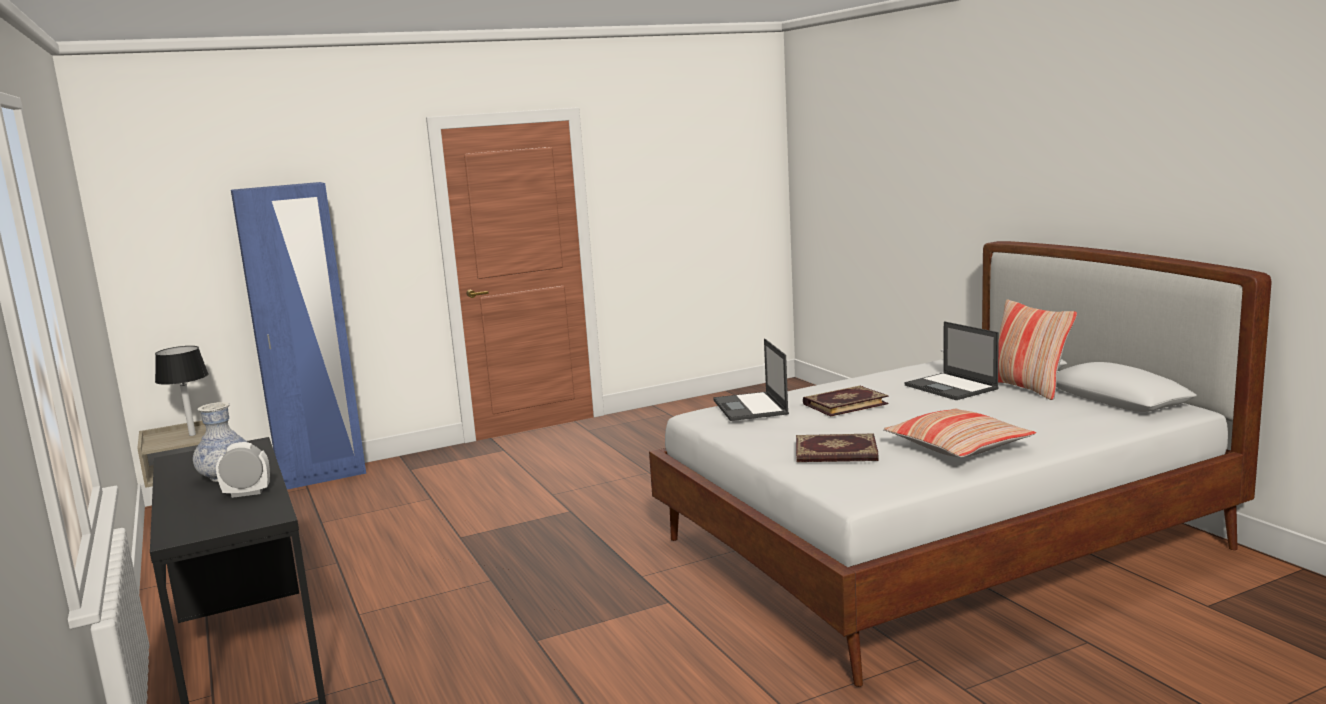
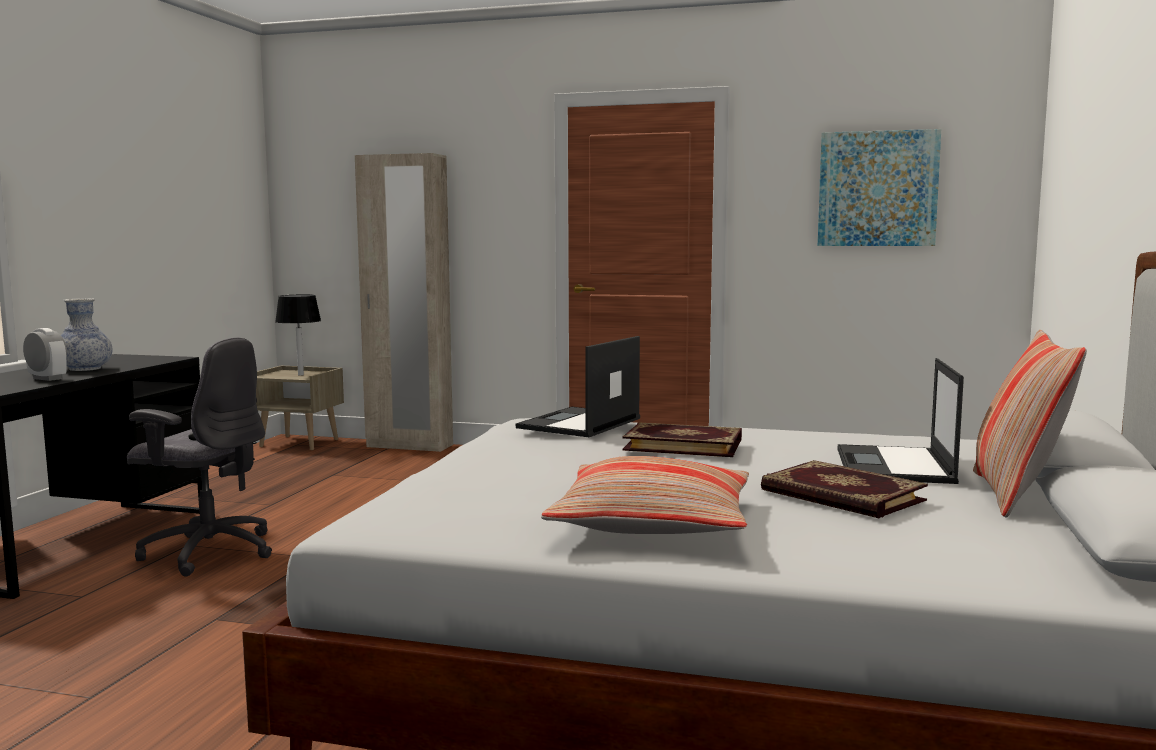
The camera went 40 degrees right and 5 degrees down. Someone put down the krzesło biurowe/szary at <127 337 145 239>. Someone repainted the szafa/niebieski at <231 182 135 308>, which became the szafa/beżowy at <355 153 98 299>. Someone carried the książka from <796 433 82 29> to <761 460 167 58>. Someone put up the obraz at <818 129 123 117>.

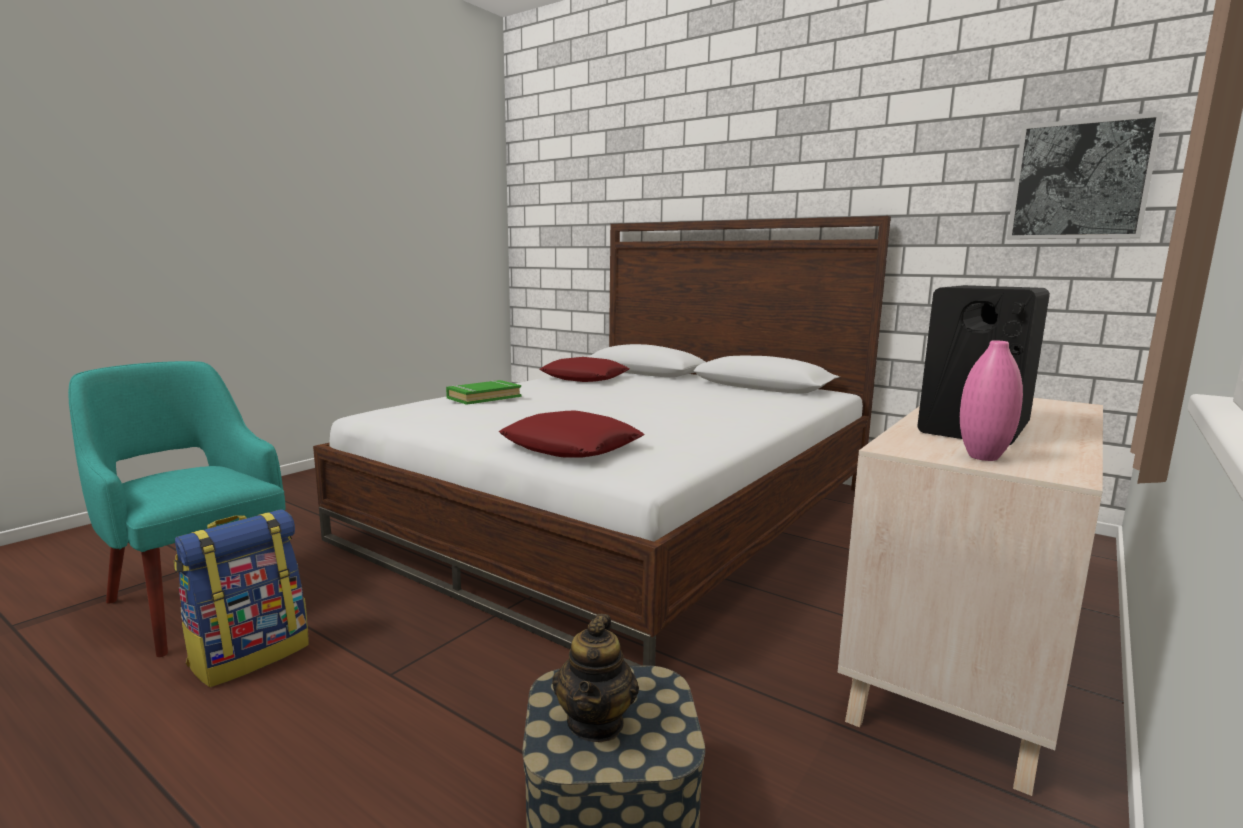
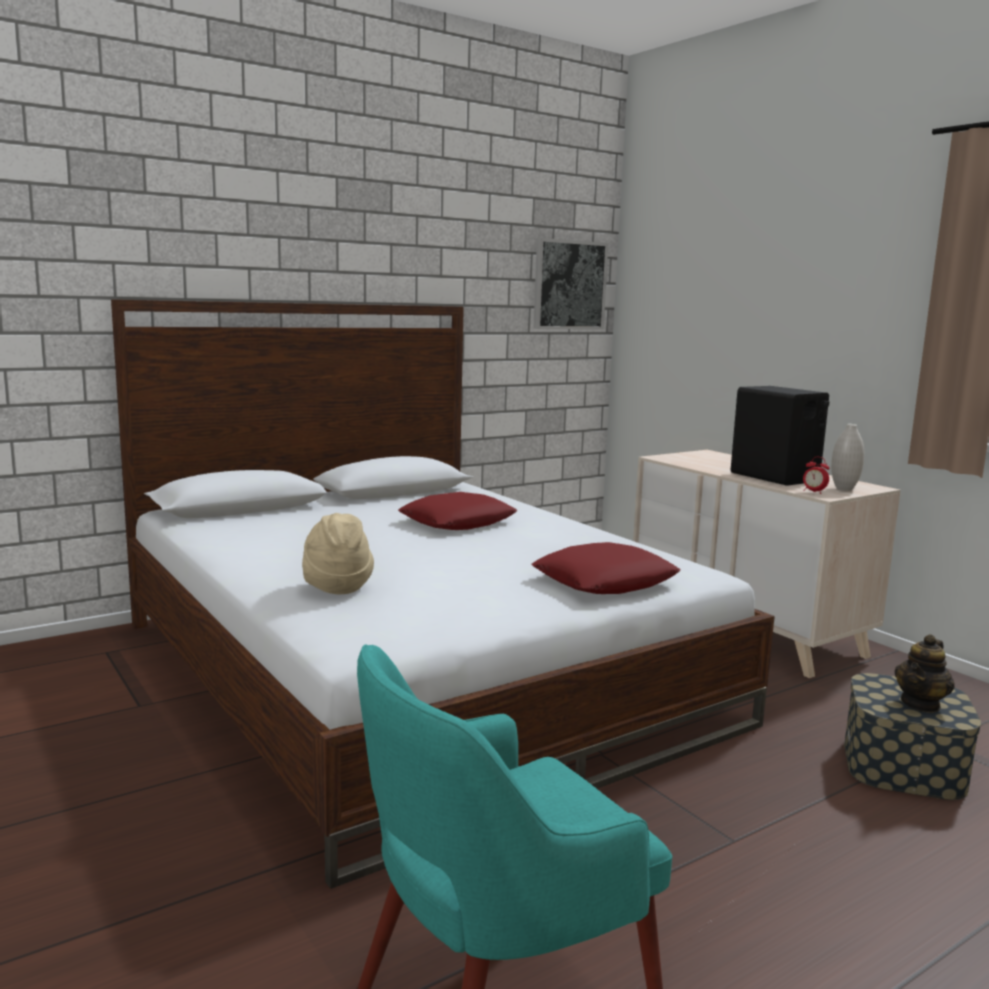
The camera went 70 degrees left and 0 degrees up. Someone swapped the książka/zielony at <446 380 75 25> for the kapelusz/beżowy at <302 513 72 81>. Someone carried the poduszka/czerwony from <540 357 90 25> to <398 492 120 38>. Someone put down the budzik at <803 457 27 37>. Someone repainted the wazon/różowy at <960 340 63 121>, which became the wazon/biały at <831 424 33 67>. Someone rotated the imbryk at <552 614 87 128> by 105 degrees clockwise. Someone took away the plecak at <174 510 135 177>.

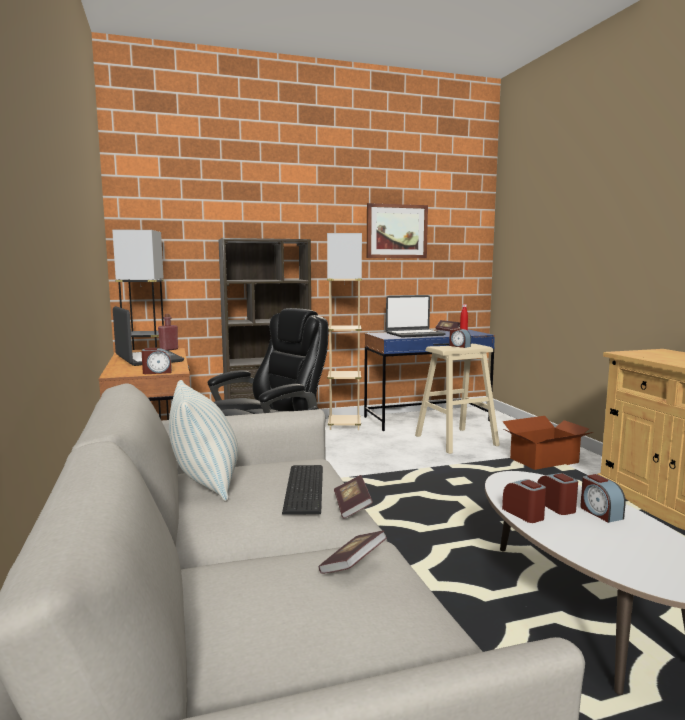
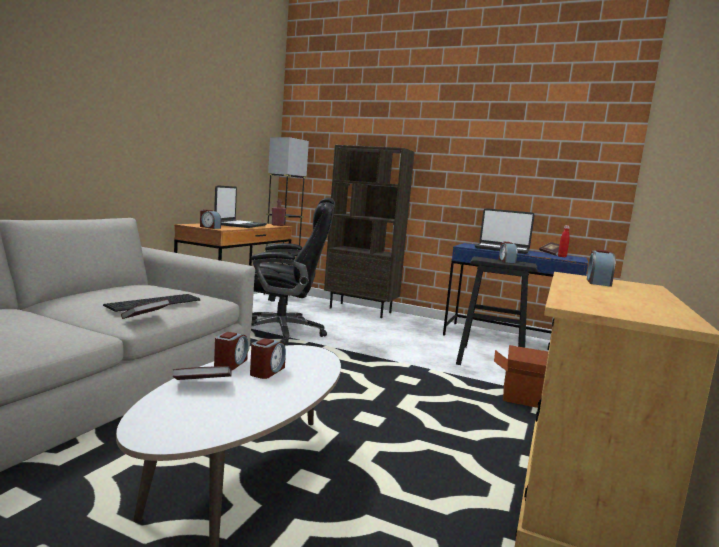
The camera went 40 degrees right and 0 degrees up. Someone carried the książka from <318 530 69 44> to <172 366 60 14>. Someone repainted the stołek/beżowy at <415 344 85 110>, which became the stołek/czarny at <456 256 82 109>. Someone carried the budzik from <580 474 46 49> to <587 249 29 38>. Someone took away the poduszka at <169 380 69 122>. Someone took away the lampa stojąca/beżowy at <327 233 35 197>. Someone took away the obraz at <367 203 61 55>.

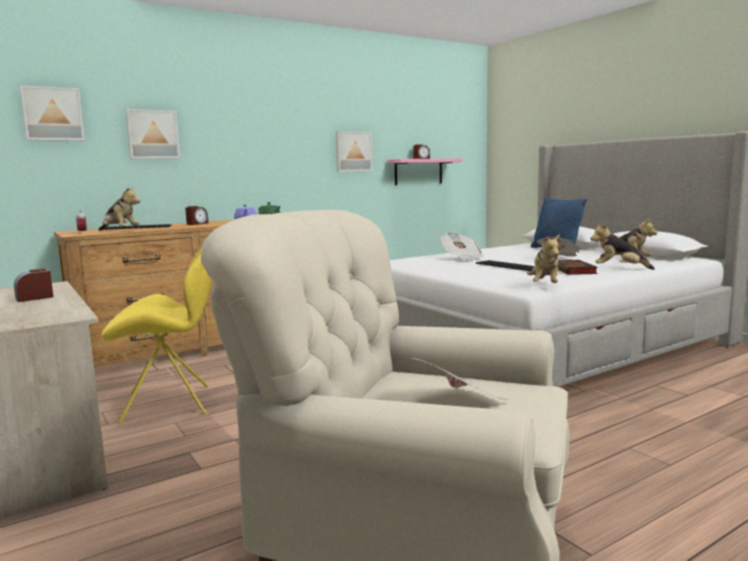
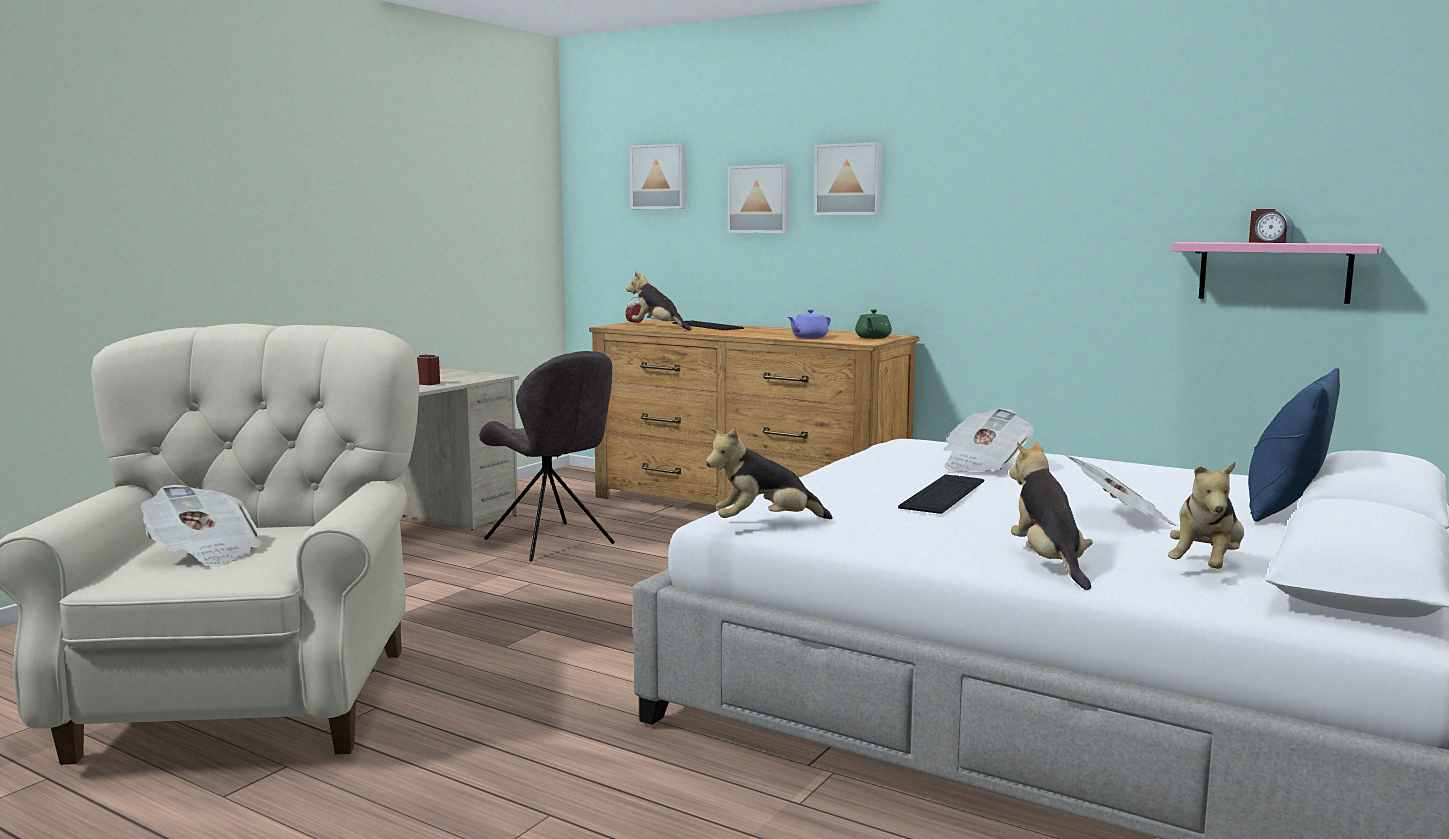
The camera went 65 degrees right and 0 degrees up. Someone repainted the krzesło/żółty at <102 248 110 176>, which became the krzesło/szary at <480 351 135 211>. Someone rotated the pluszak at <99 187 41 44> by 120 degrees clockwise. Someone carried the obraz from <335 131 37 41> to <814 142 69 73>. Someone took away the budzik at <185 206 24 19>. Someone took away the książka at <558 260 40 15>.

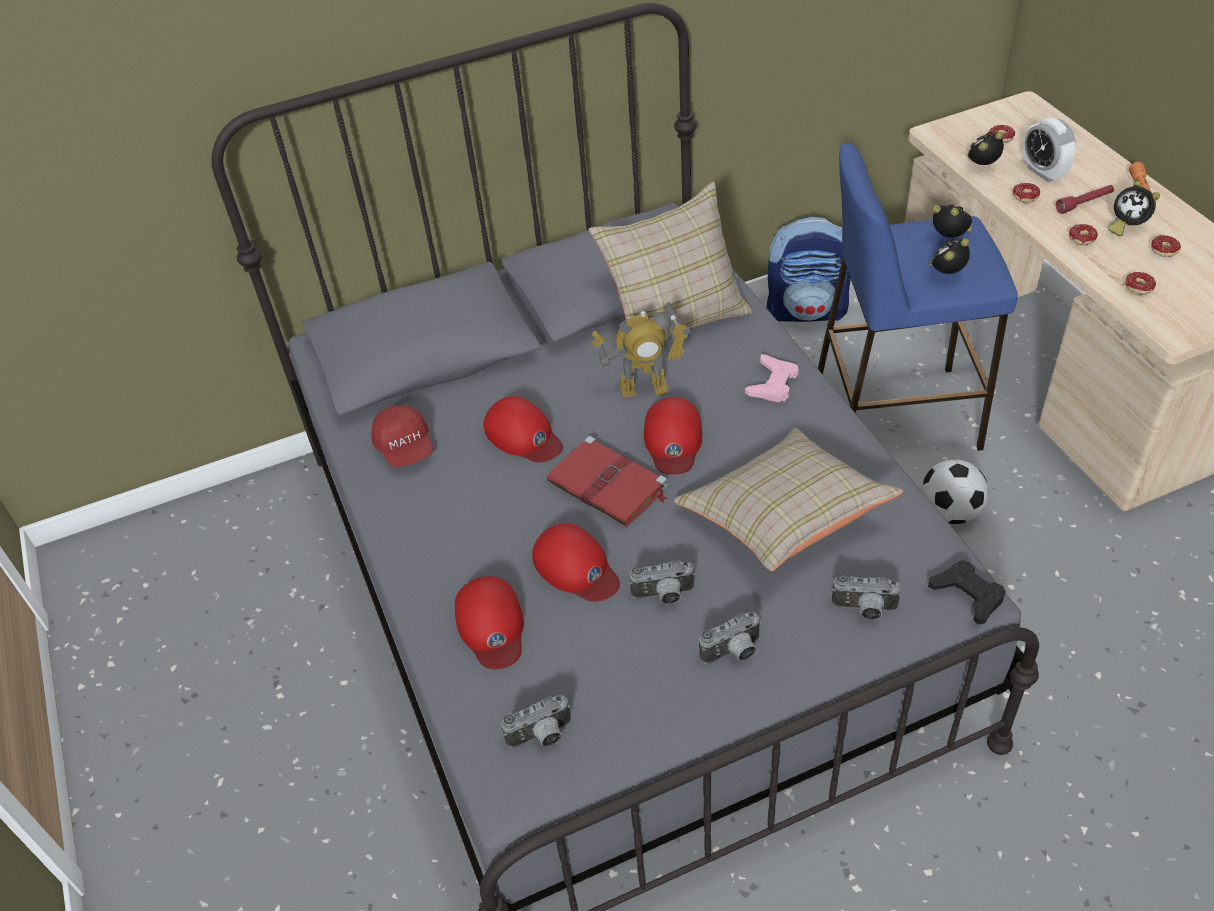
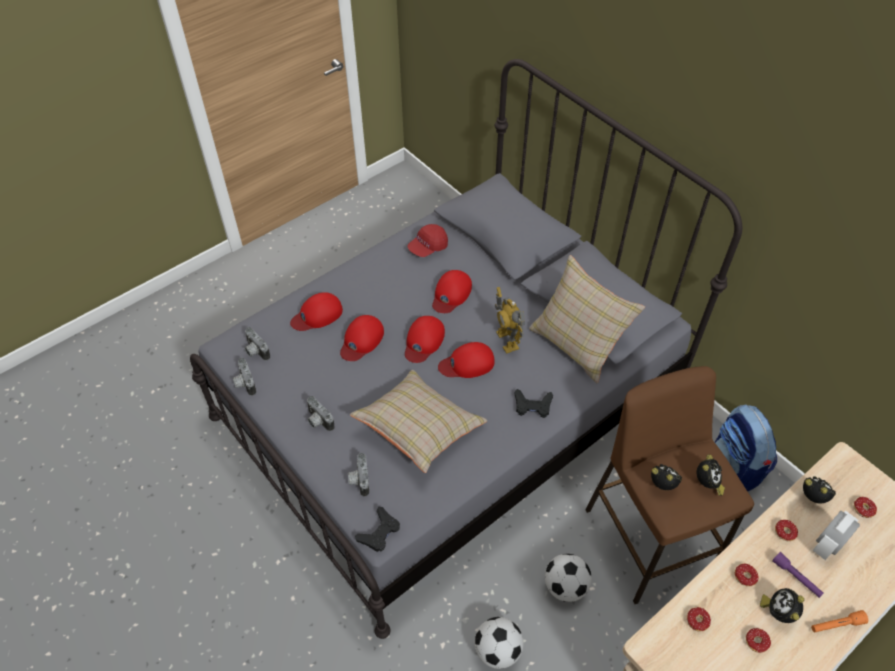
The camera went 70 degrees right and 5 degrees up. Someone carried the aparat fotograficzny from <630 560 65 45> to <232 358 24 38>. Someone swapped the książka/czerwony at <547 436 121 90> for the czapka z daszkiem/czerwony at <405 316 40 47>. Someone put down the piłka futbolowa at <475 617 48 52>. Someone repainted the pad do gier/różowy at <745 354 54 49>, which became the pad do gier/czarny at <514 389 39 29>. Someone repainted the stołek/niebieski at <818 143 200 308>, which became the stołek/brązowy at <586 366 168 238>. Someone repainted the latarka/czerwony at <1056 185 58 29>, which became the latarka/fioletowy at <772 552 52 46>.

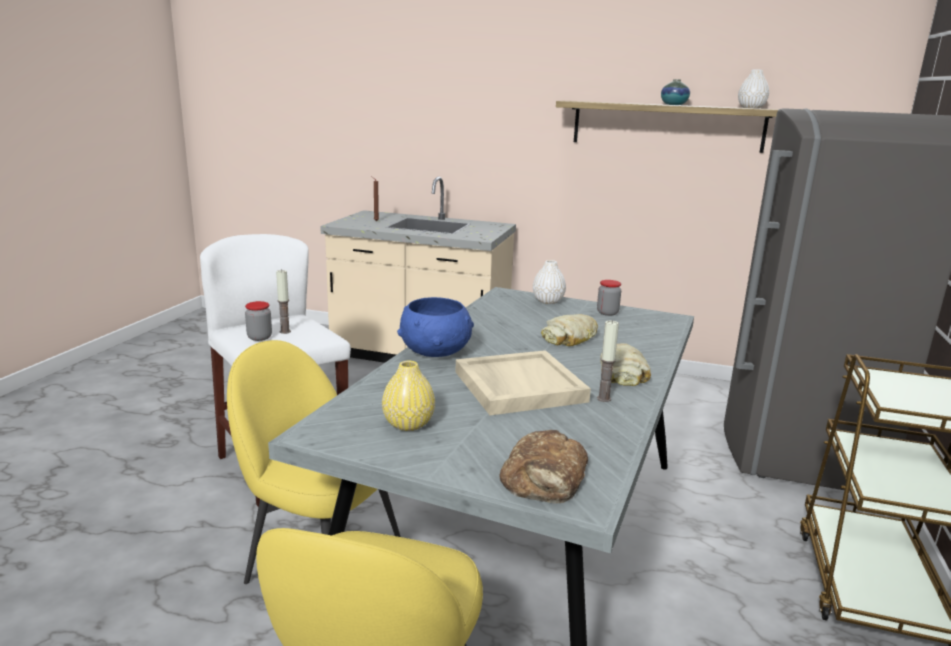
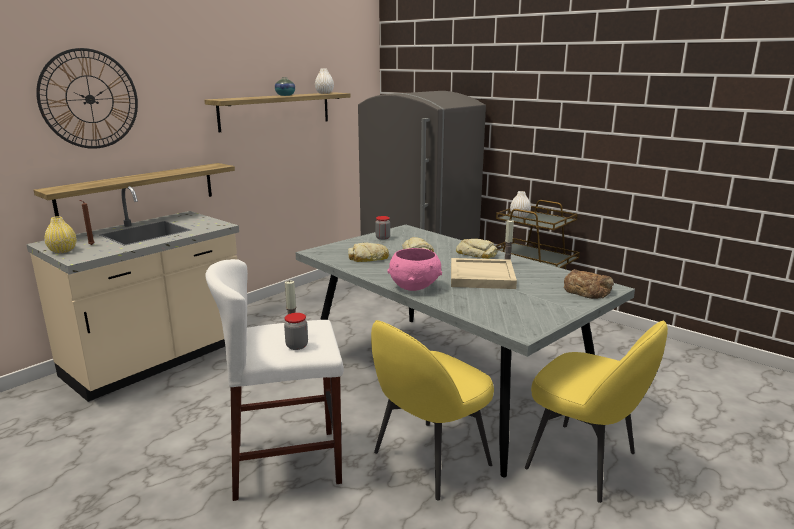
The camera went 65 degrees left and 0 degrees up. Someone put up the półka at <34 163 201 54>. Someone put up the zegar ścienny at <36 48 102 101>. Someone carried the wazon/żółty from <382 361 53 70> to <44 216 33 37>. Someone put down the chleb at <348 243 41 19>. Someone repainted the miska/niebieski at <397 297 77 60>, which became the miska/różowy at <387 248 55 43>. Someone carried the wazon/biały from <533 260 33 44> to <510 191 21 27>.

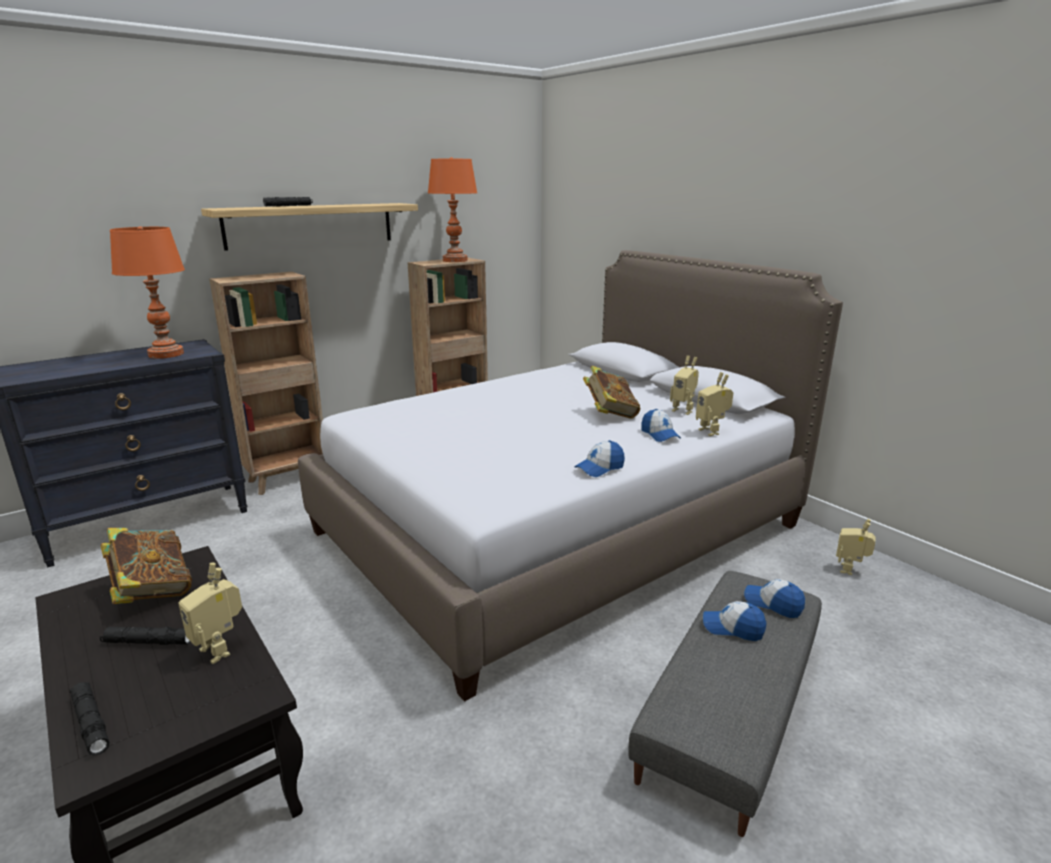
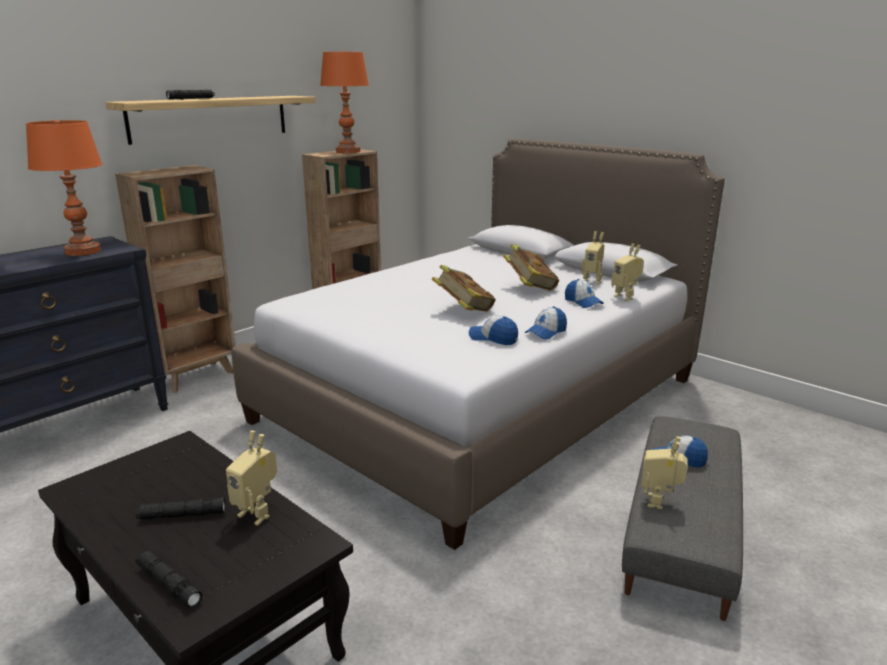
The camera went 10 degrees left and 0 degrees up. Someone carried the książka from <101 528 91 76> to <432 265 64 47>. Someone carried the czapka z daszkiem from <744 579 61 39> to <469 315 49 30>. Someone carried the robot zabawkowy from <836 519 40 56> to <642 436 46 73>.

